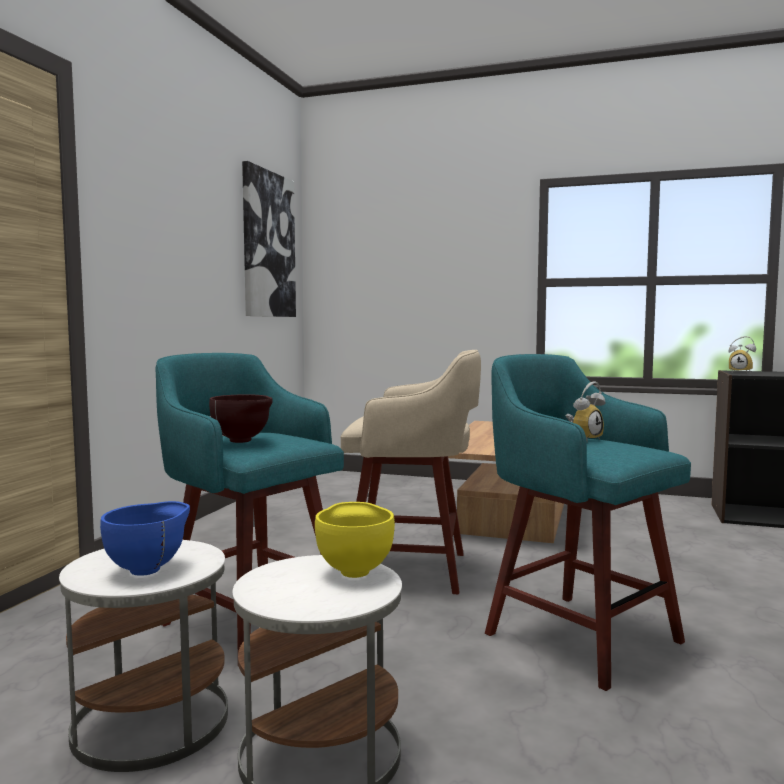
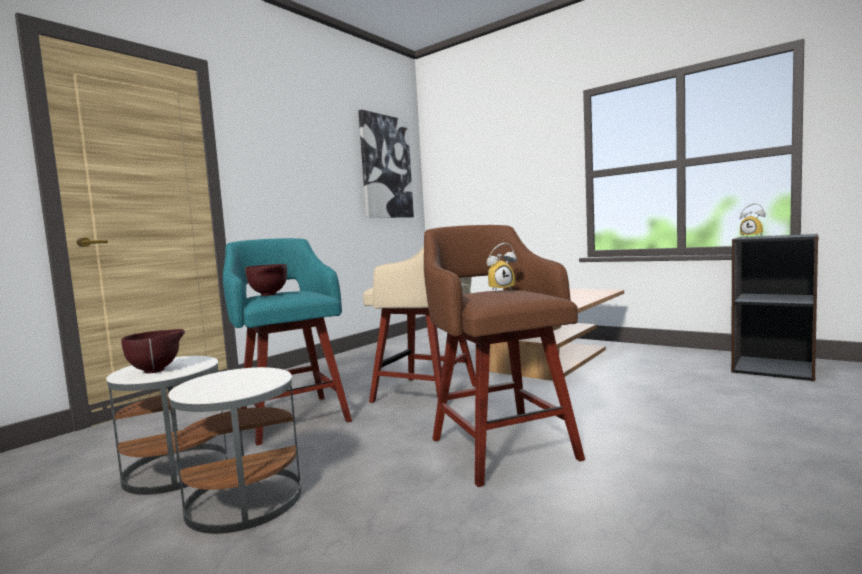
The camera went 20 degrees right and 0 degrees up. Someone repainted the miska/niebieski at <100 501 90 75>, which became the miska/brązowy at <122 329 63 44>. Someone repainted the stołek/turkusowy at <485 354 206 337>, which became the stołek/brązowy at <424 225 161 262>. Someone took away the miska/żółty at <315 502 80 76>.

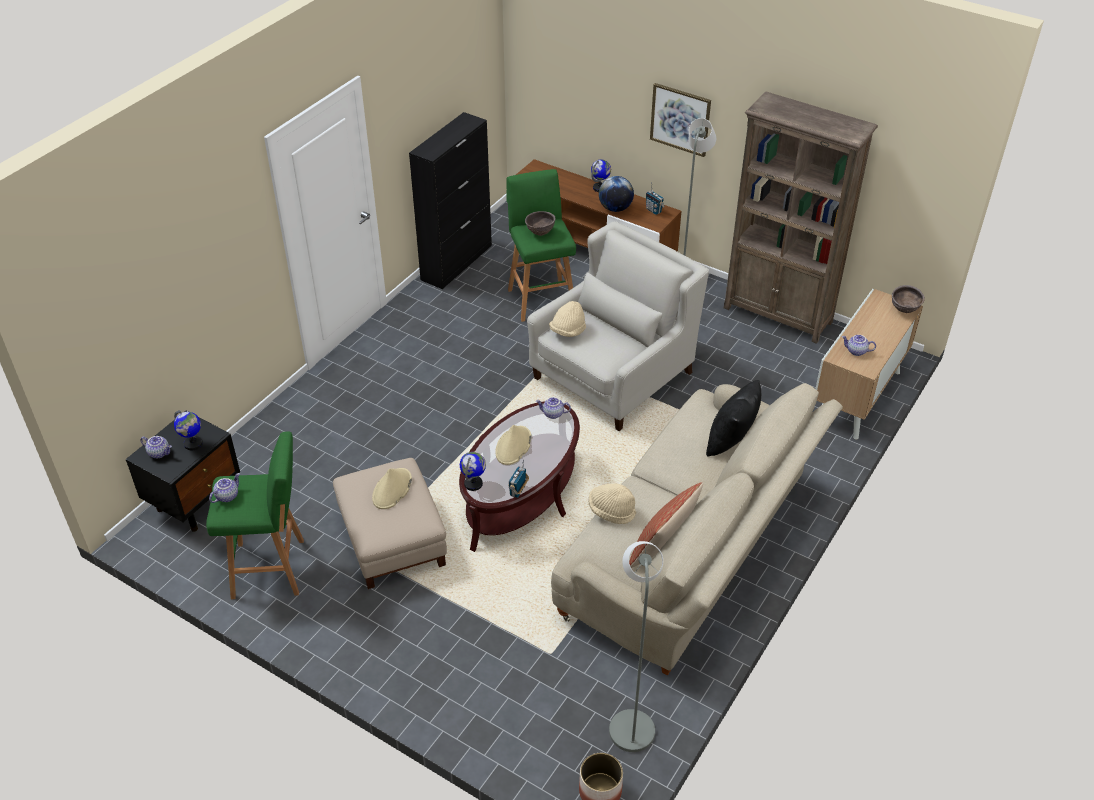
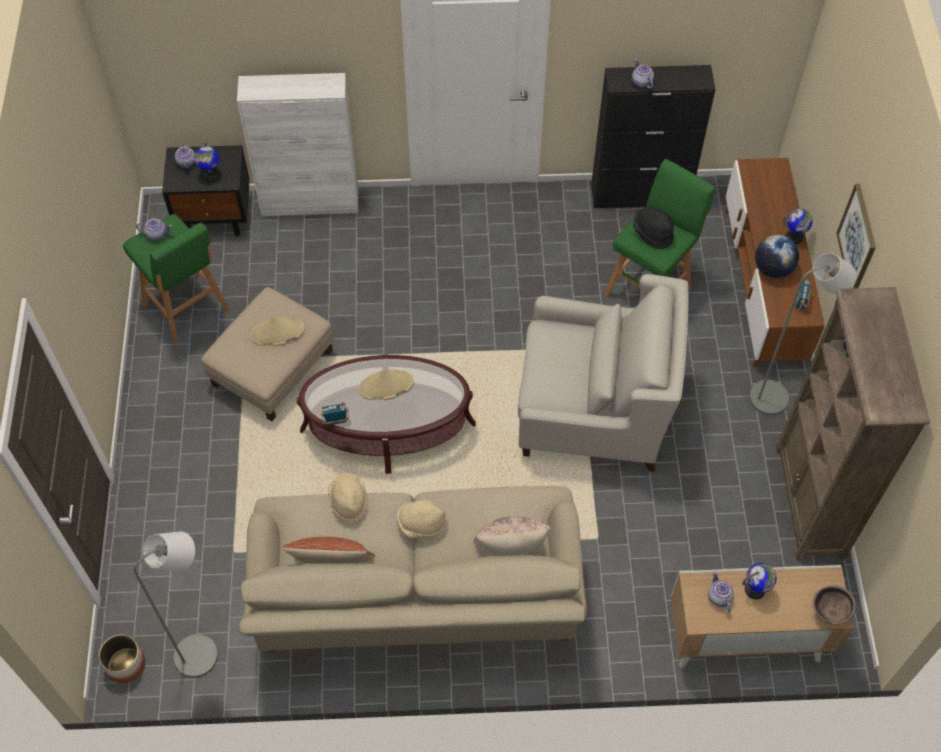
The camera went 55 degrees right and 15 degrees up. Someone put down the szafka/biały at <237 73 121 143>. Someone carried the kapelusz/beżowy from <549 301 37 36> to <397 500 50 40>. Someone repainted the poduszka/czarny at <706 380 55 77>, which became the poduszka/beżowy at <473 517 77 39>. Someone carried the imbryk from <536 397 35 22> to <632 59 22 30>. Someone swapped the miska/brązowy at <525 211 31 25> for the kapelusz/czarny at <633 207 41 42>. Someone carried the globus from <460 452 26 39> to <743 563 34 36>.

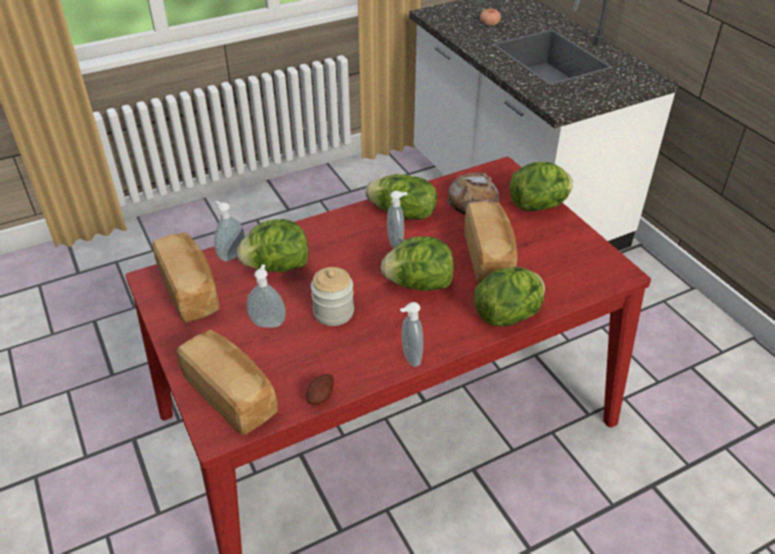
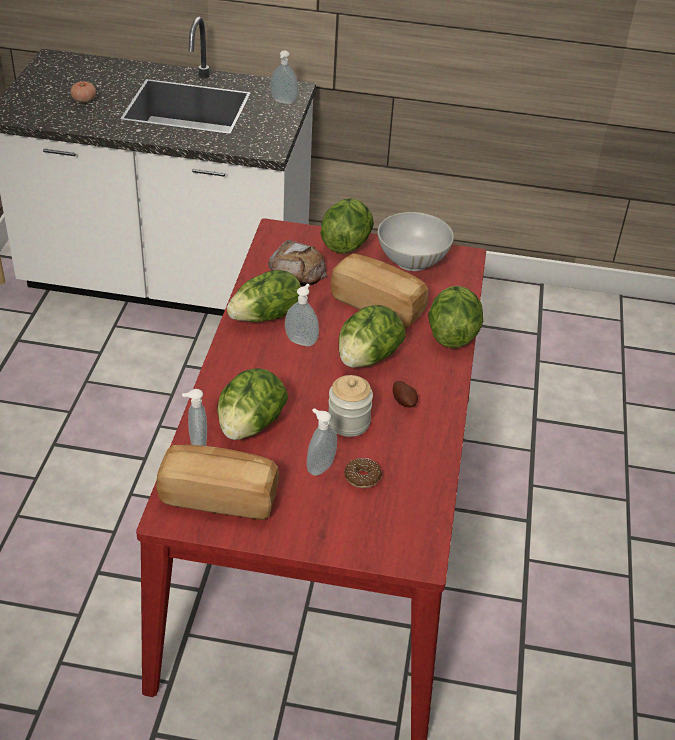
The camera went 55 degrees left and 0 degrees up. Someone carried the dozownik mydła from <400 302 23 65> to <270 50 28 54>. Someone put down the donut at <344 458 38 30>. Someone put down the miska/biały at <377 212 77 59>. Someone carried the ziemniak from <306 374 28 31> to <393 381 25 27>. Someone took away the chleb at <177 329 101 107>.

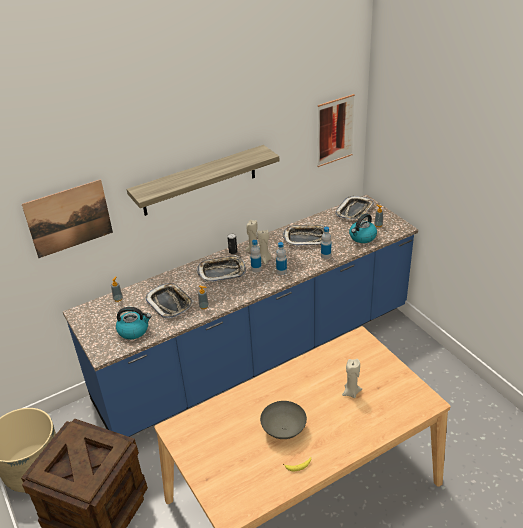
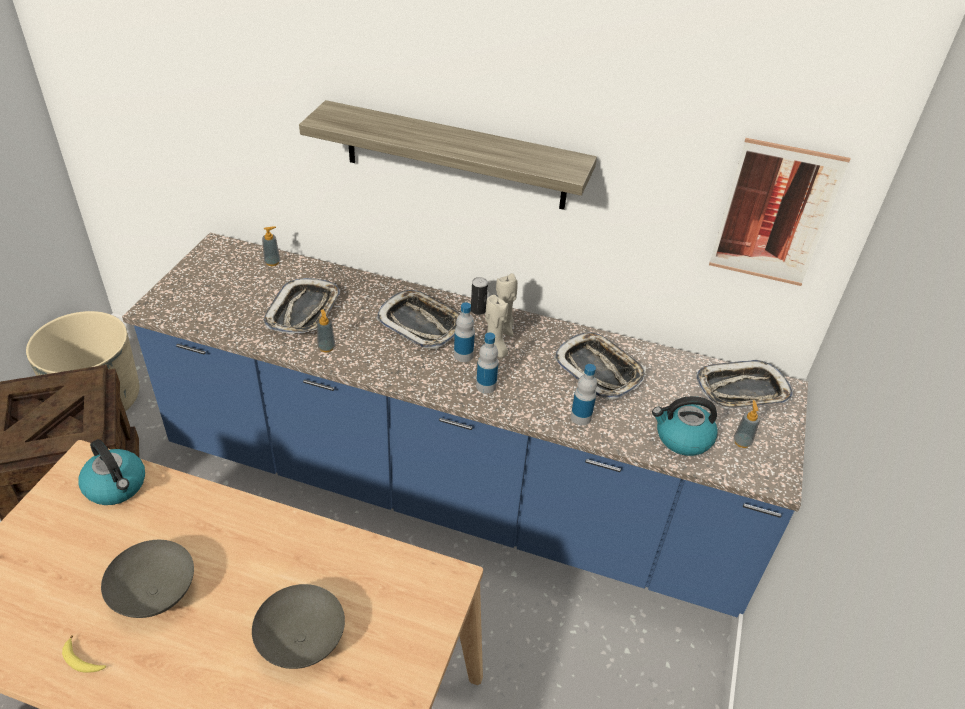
The camera went 45 degrees right and 5 degrees up. Someone carried the czajnik from <116 307 35 32> to <79 439 66 66>. Someone swapped the świeca/beżowy at <342 359 20 39> for the miska/szary at <252 584 93 85>. Someone took away the obraz at <22 179 91 79>.

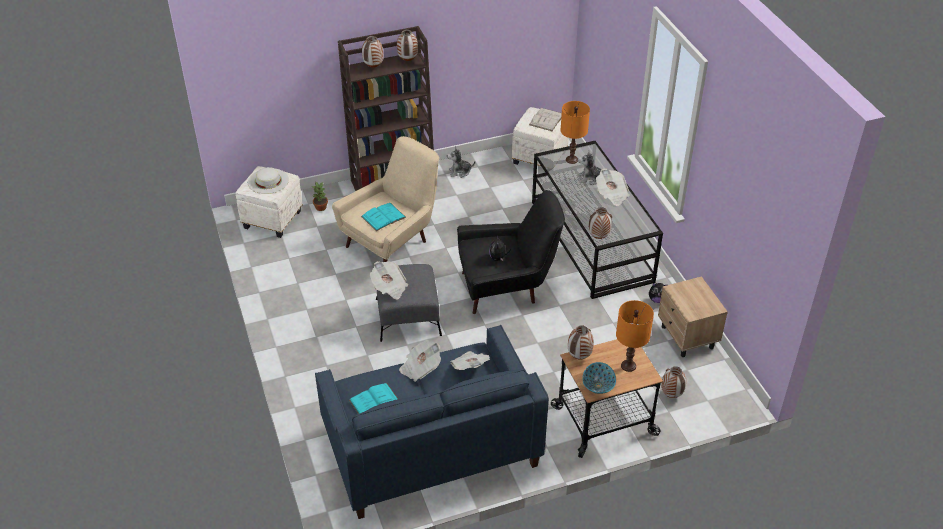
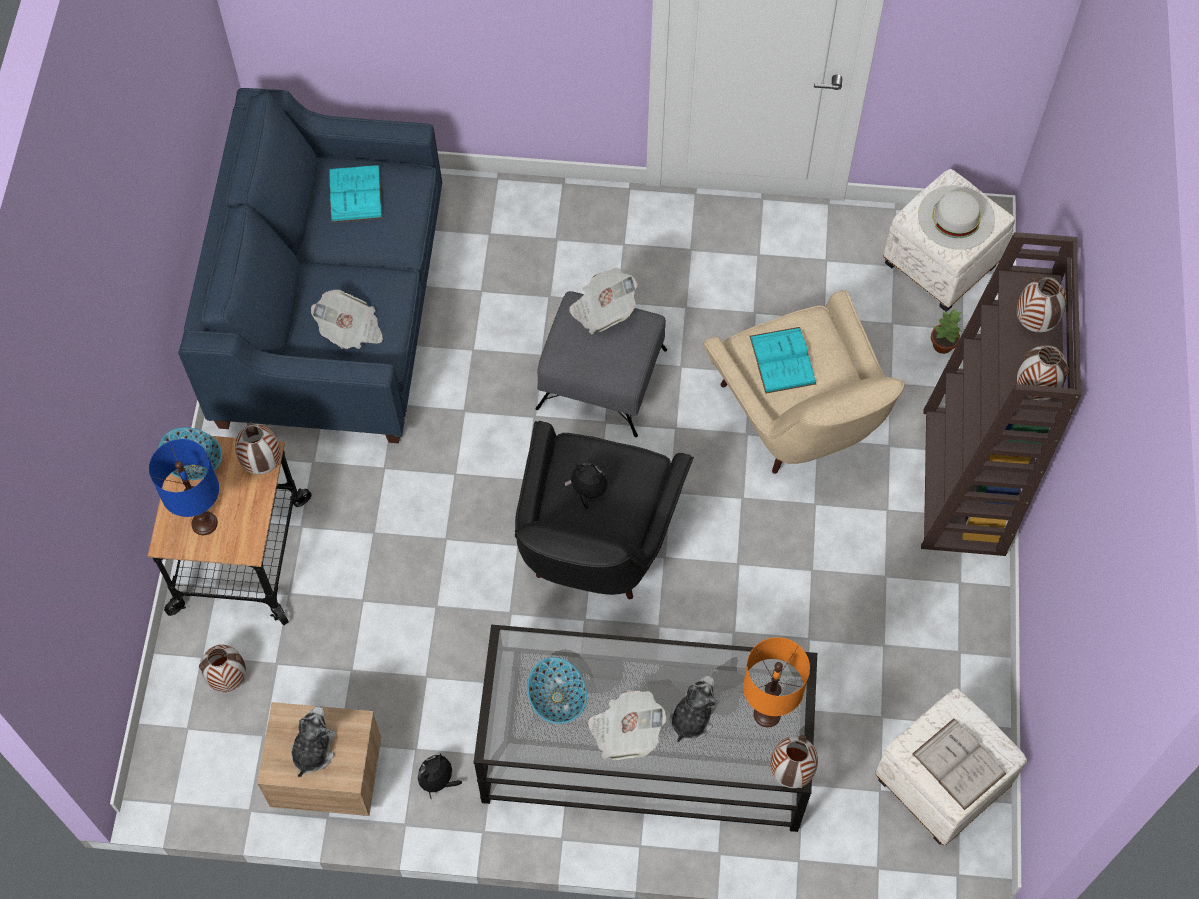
The camera went 115 degrees right and 20 degrees up. Someone repainted the lampa stołowa/pomarańczowy at <616 300 38 72>, which became the lampa stołowa/niebieski at <149 439 70 96>. Someone carried the pluszak from <447 146 28 32> to <291 706 45 71>. Someone put down the miska at <527 657 60 67>. Someone carried the wazon from <589 207 23 32> to <770 735 48 53>. Someone took away the gazeta at <399 340 42 42>.

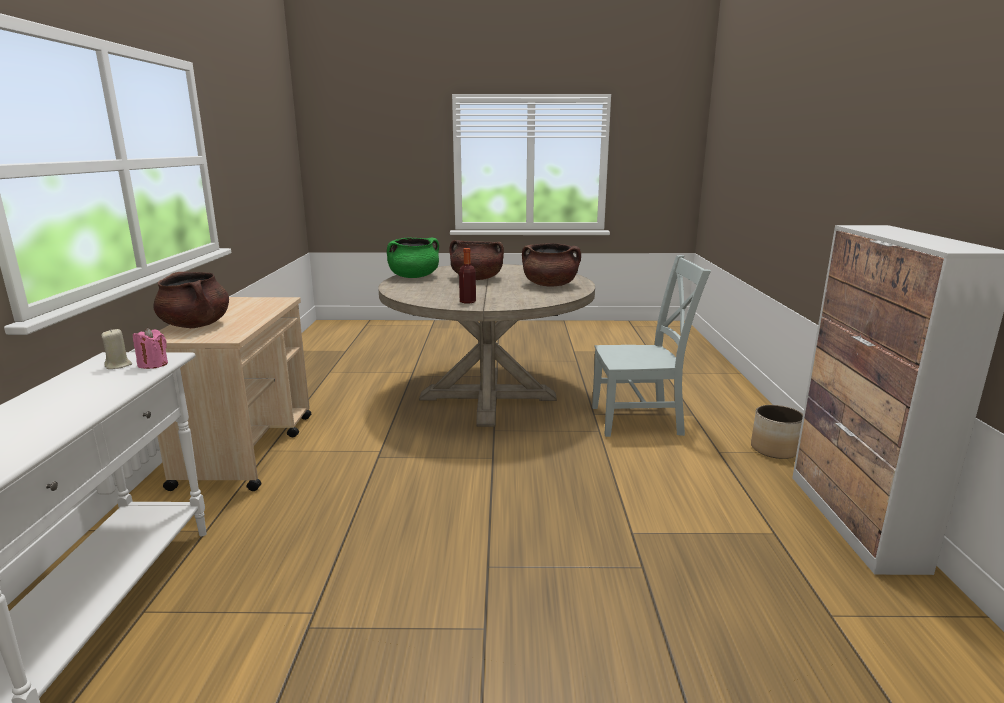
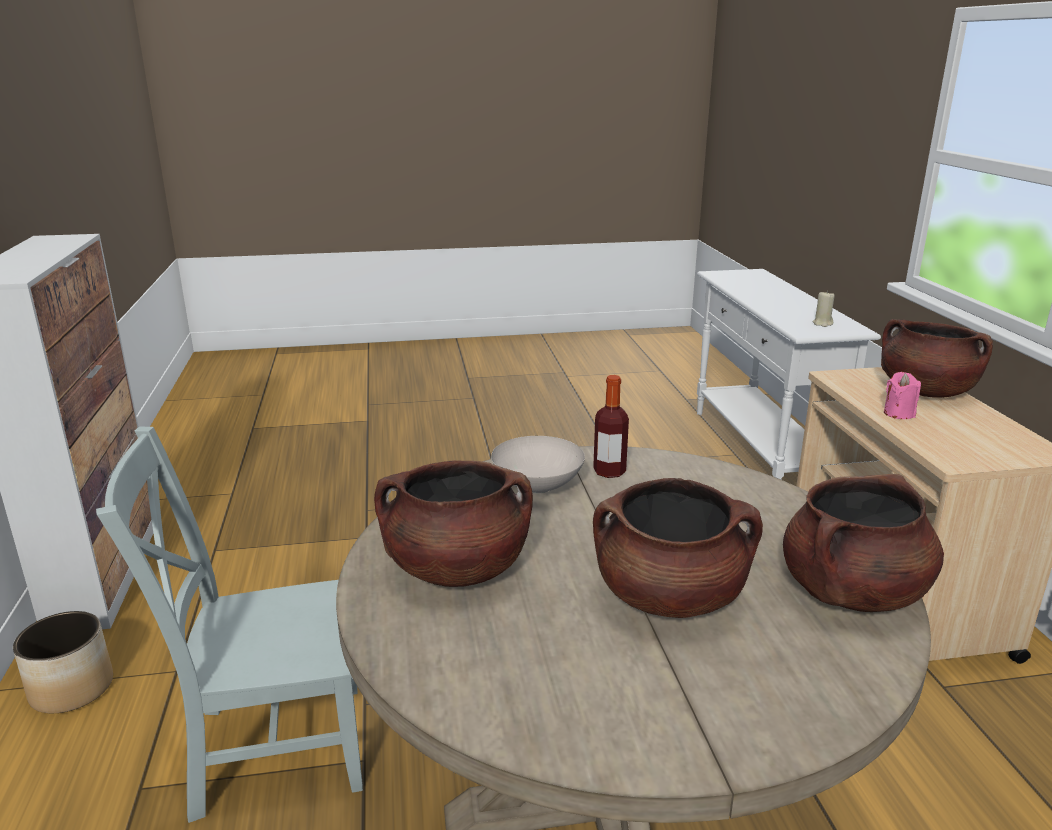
The camera went 170 degrees right and 5 degrees up. Someone put down the miska/biały at <491 436 94 57>. Someone repainted the garnek/zielony at <387 237 52 41>, which became the garnek/brązowy at <783 474 161 138>. Someone carried the świeca/różowy from <133 328 35 41> to <884 372 37 47>.

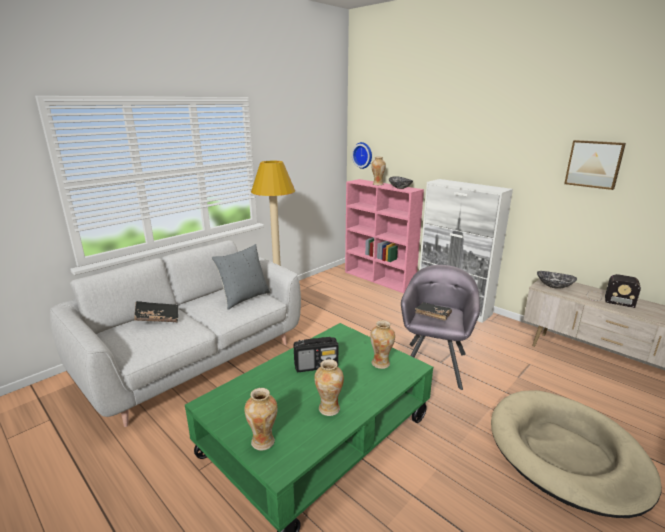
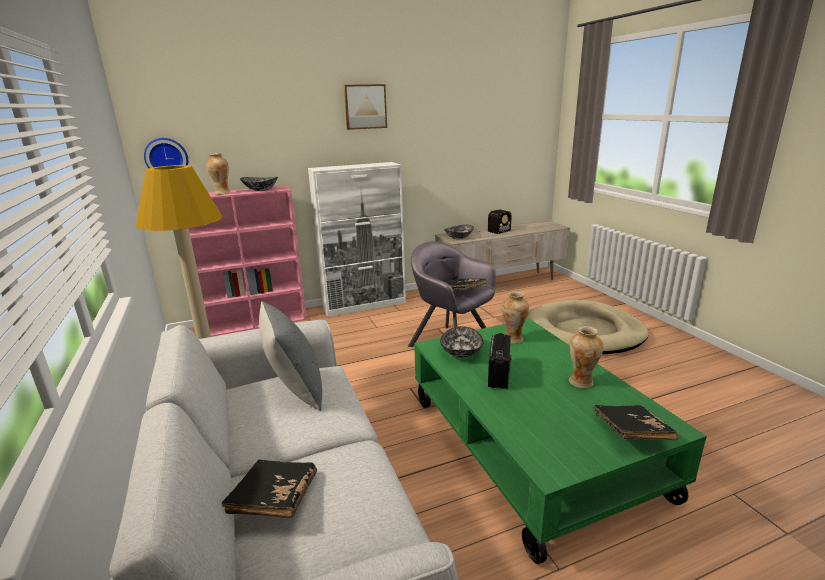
The camera went 65 degrees left and 0 degrees up. Someone carried the obraz from <564 140 62 50> to <344 84 43 46>. Someone put down the miska at <440 326 43 32>. Someone swapped the wazon at <245 388 33 62> for the książka/czarny at <593 405 85 35>.

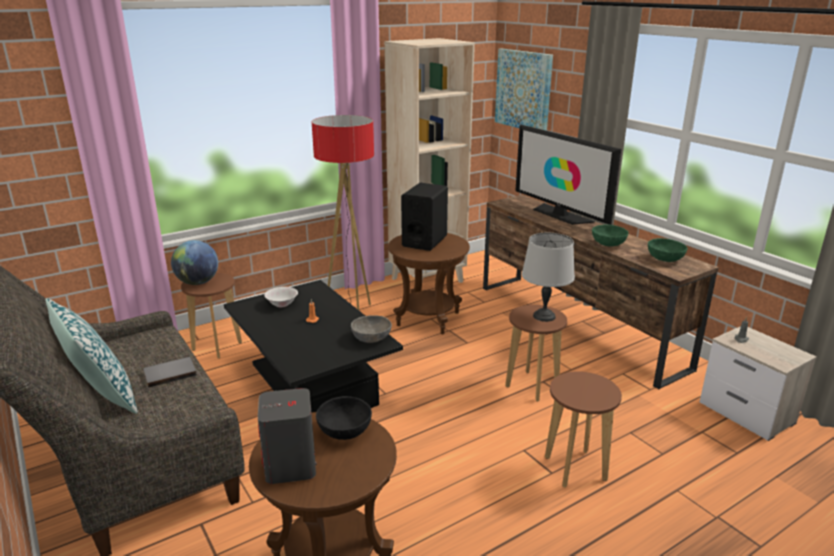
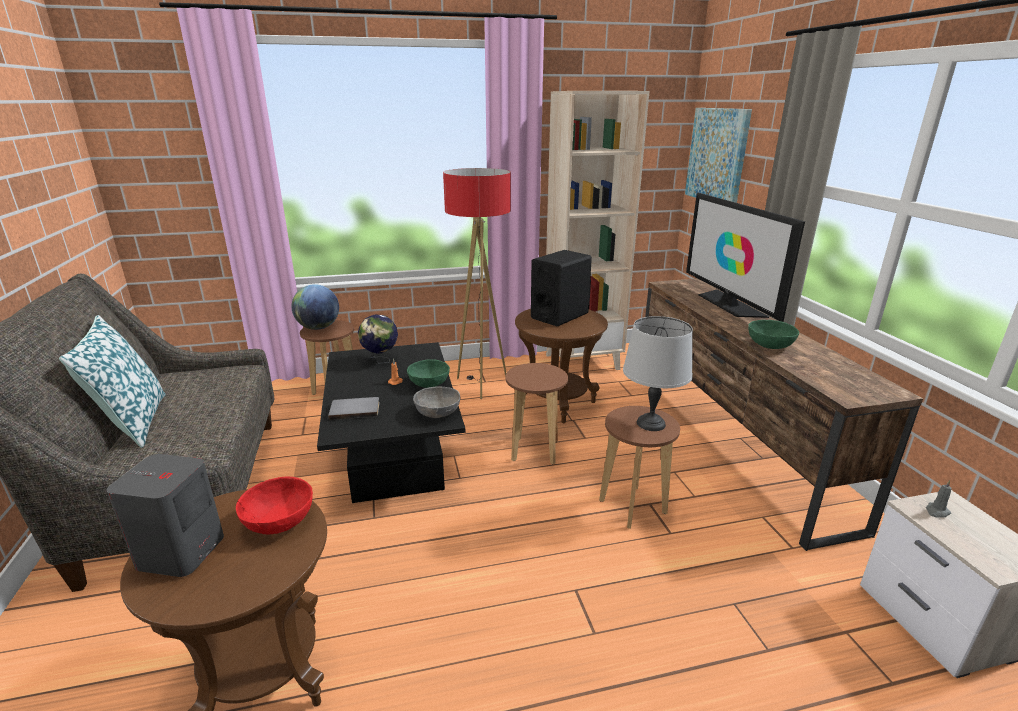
The camera went 20 degrees right and 0 degrees up. Someone repainted the miska/czarny at <316 396 56 44>, which became the miska/czerwony at <236 477 77 58>. Someone carried the książka/szary from <143 357 54 31> to <328 397 51 23>. Someone swapped the miska/biały at <264 287 34 20> for the globus at <358 314 40 50>. Someone carried the miska/zielony from <648 238 40 24> to <407 359 43 29>. Someone carried the stołek/brązowy from <545 371 77 117> to <506 363 62 101>.

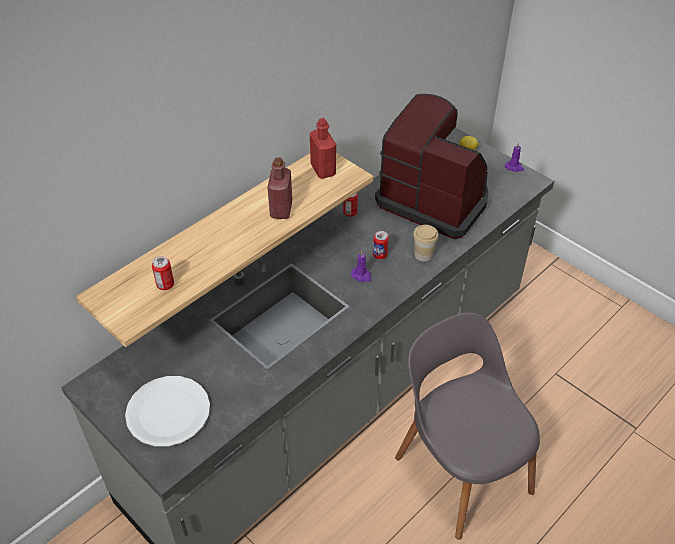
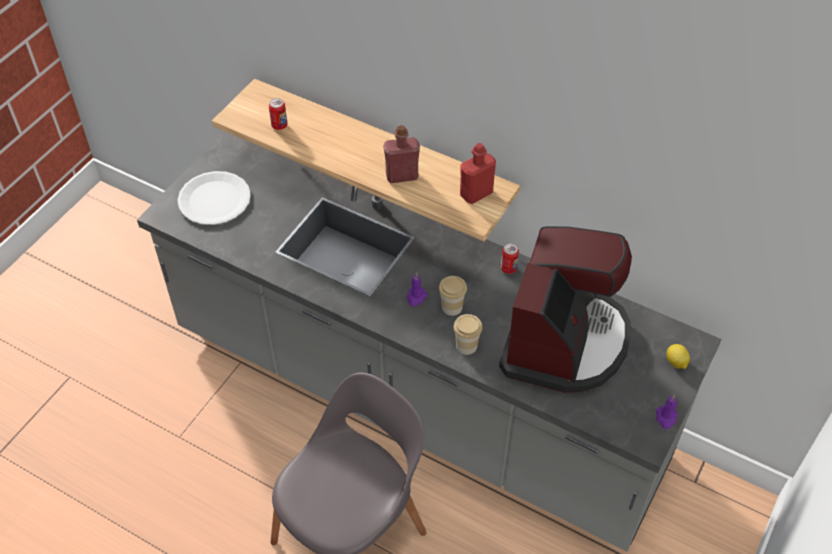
The camera went 75 degrees right and 5 degrees up. Someone swapped the puszka at <373 231 16 28> for the filiżanka at <439 276 28 40>.

